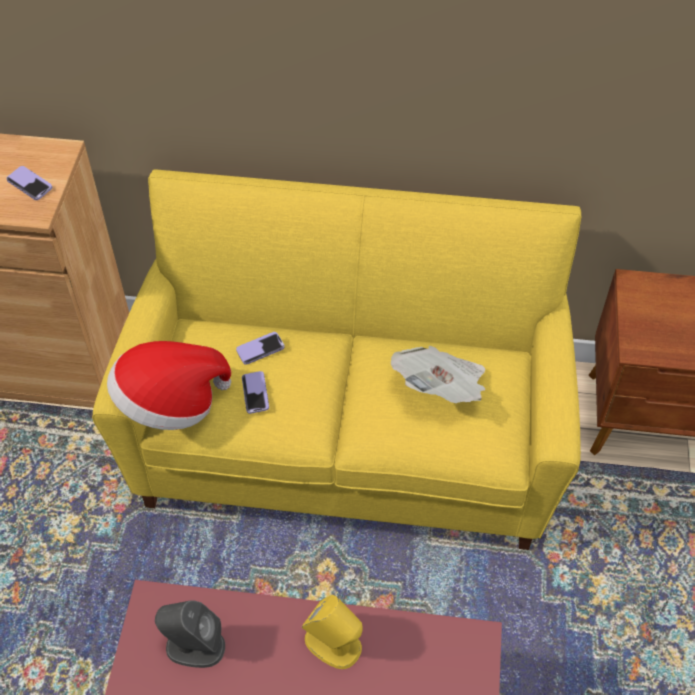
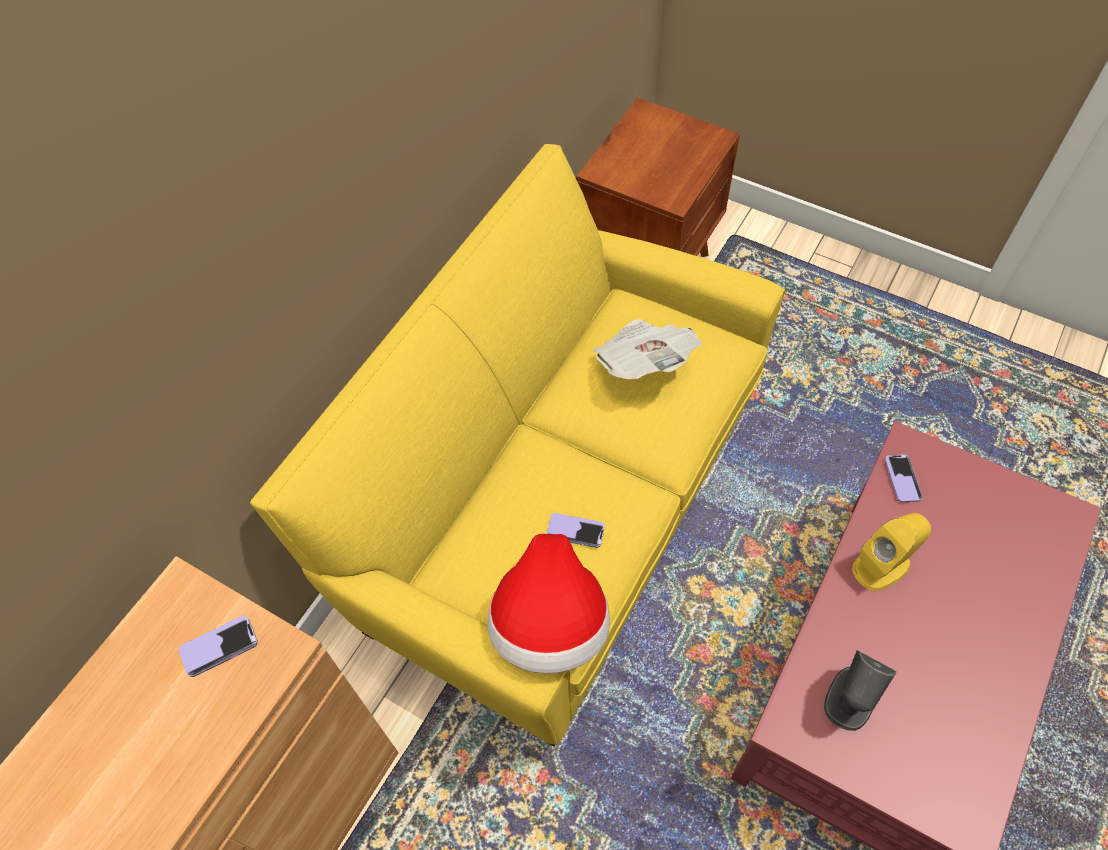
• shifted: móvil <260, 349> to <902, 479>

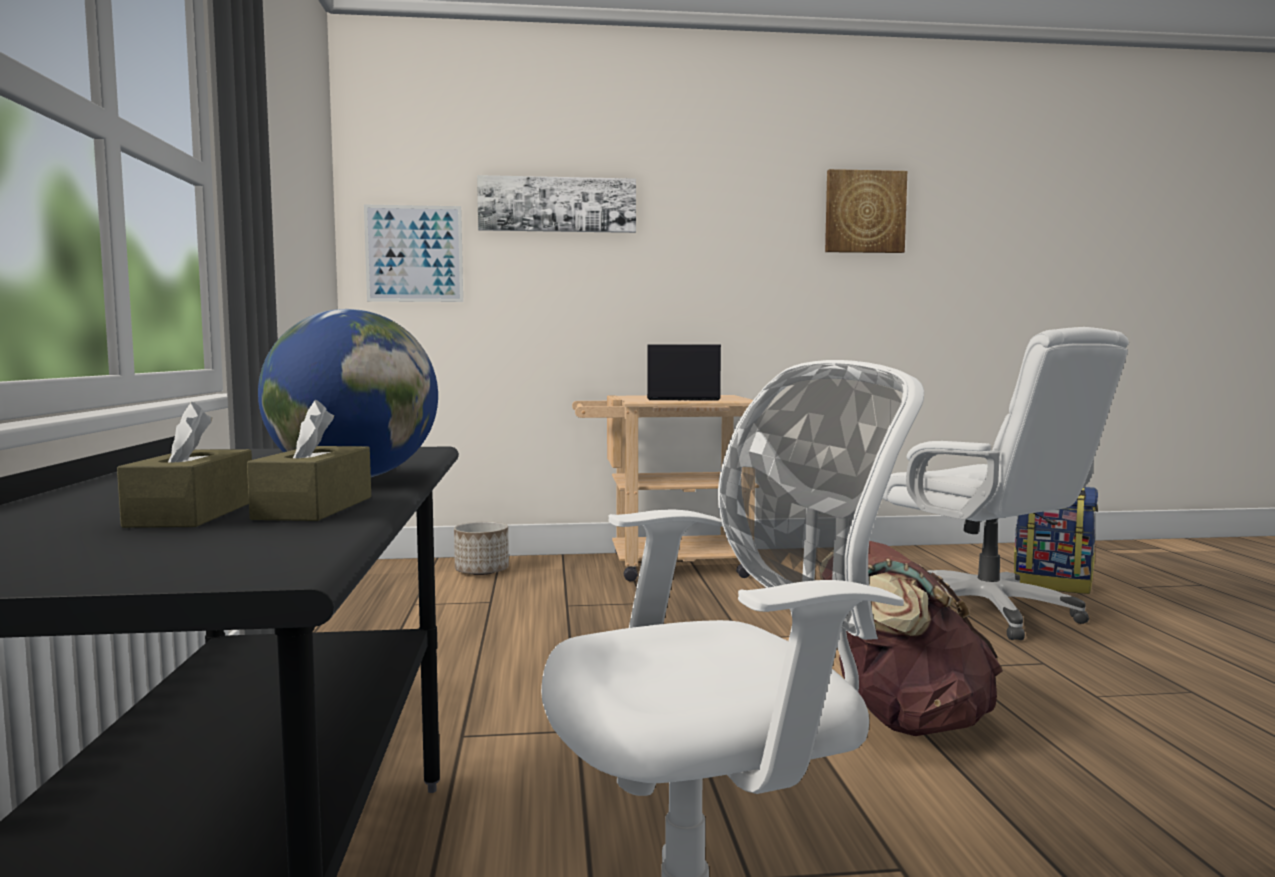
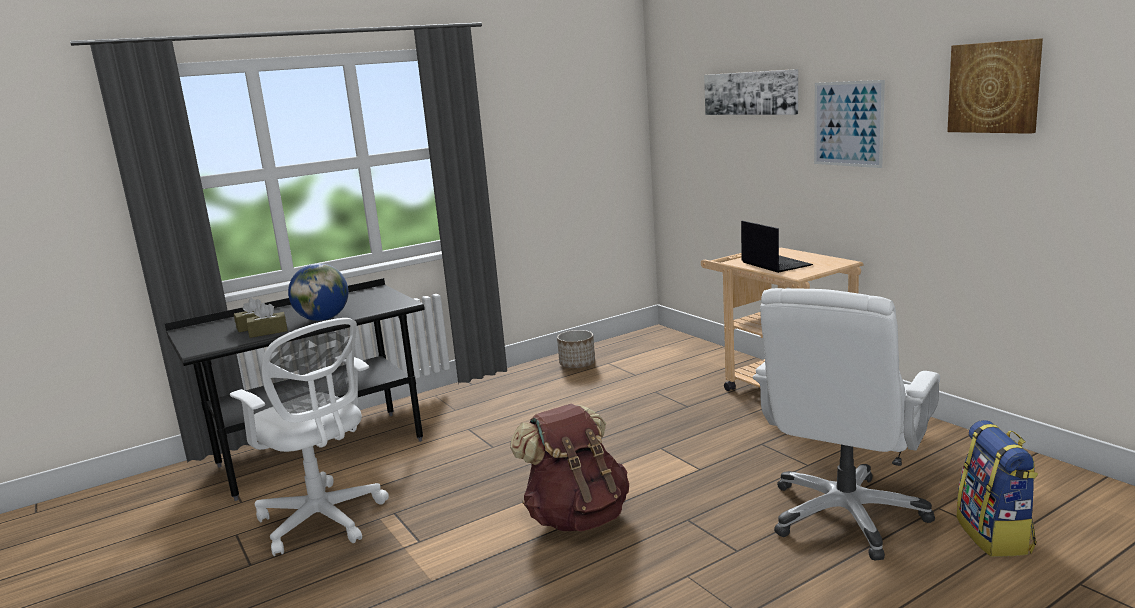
• shifted: maceta <481, 571> to <577, 364>
• shifted: cuadro <414, 253> to <847, 124>

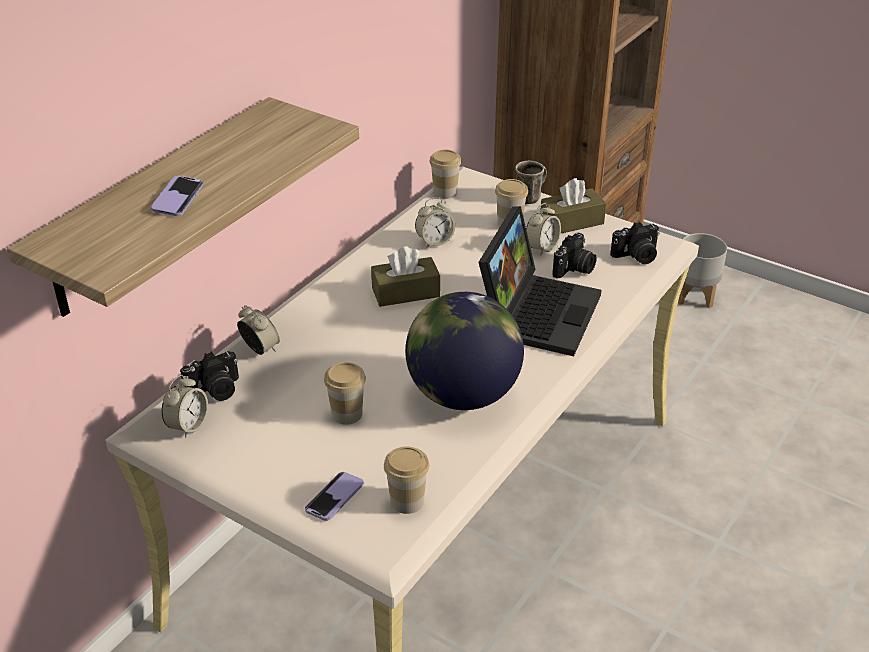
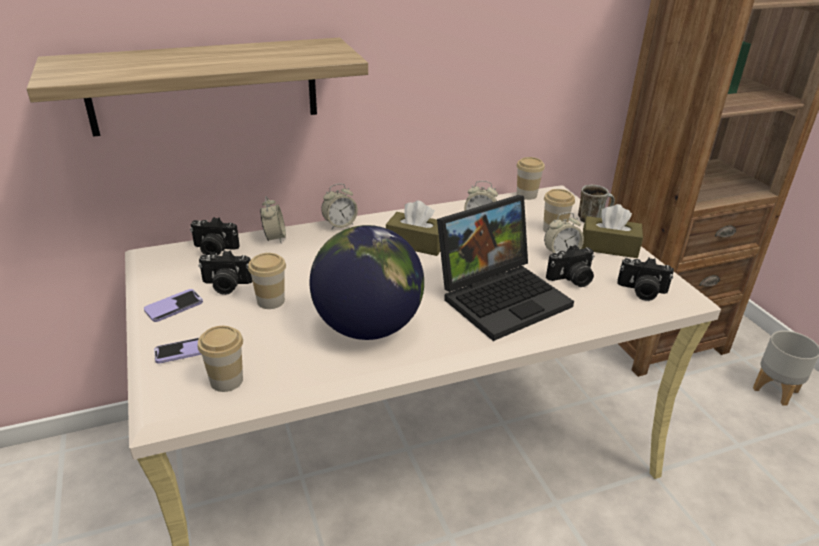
• shifted: móvil <178, 198> to <174, 307>
• new: cámara <226, 286>
• shifted: despertador <188, 426> to <339, 225>

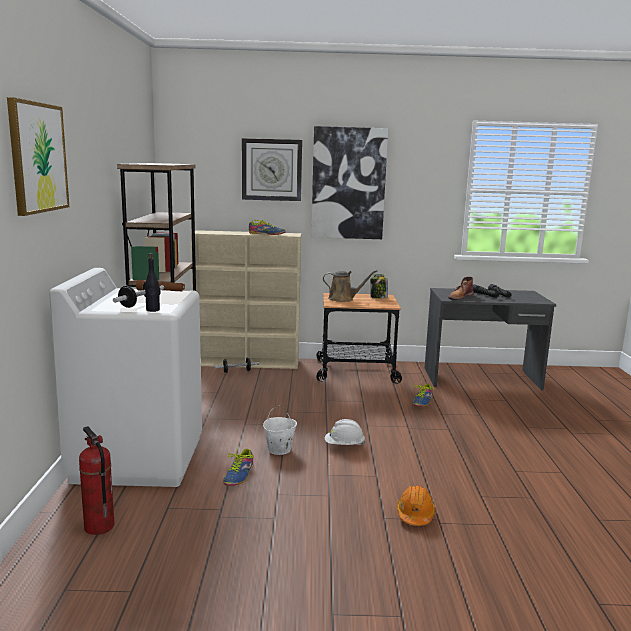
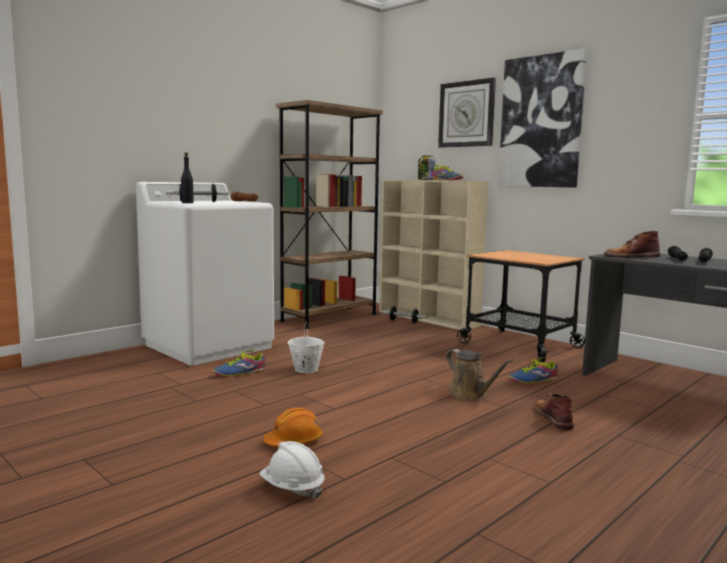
• shifted: casco/blanco <344, 445> to <292, 488>
• shifted: tarro <378, 297> to <426, 180>
• shifted: regadera/marrón <343, 299> to <470, 394>
• new: bota/marrón <553, 417>
• gone: cuadro <38, 157>
• gone: extintor <98, 527>

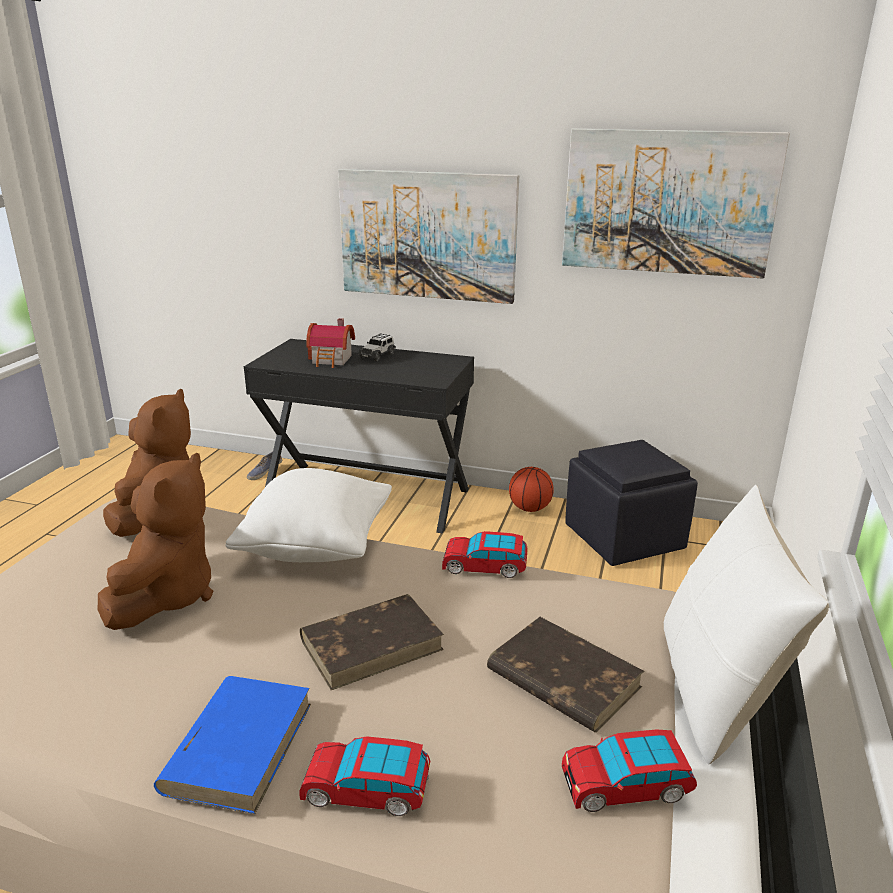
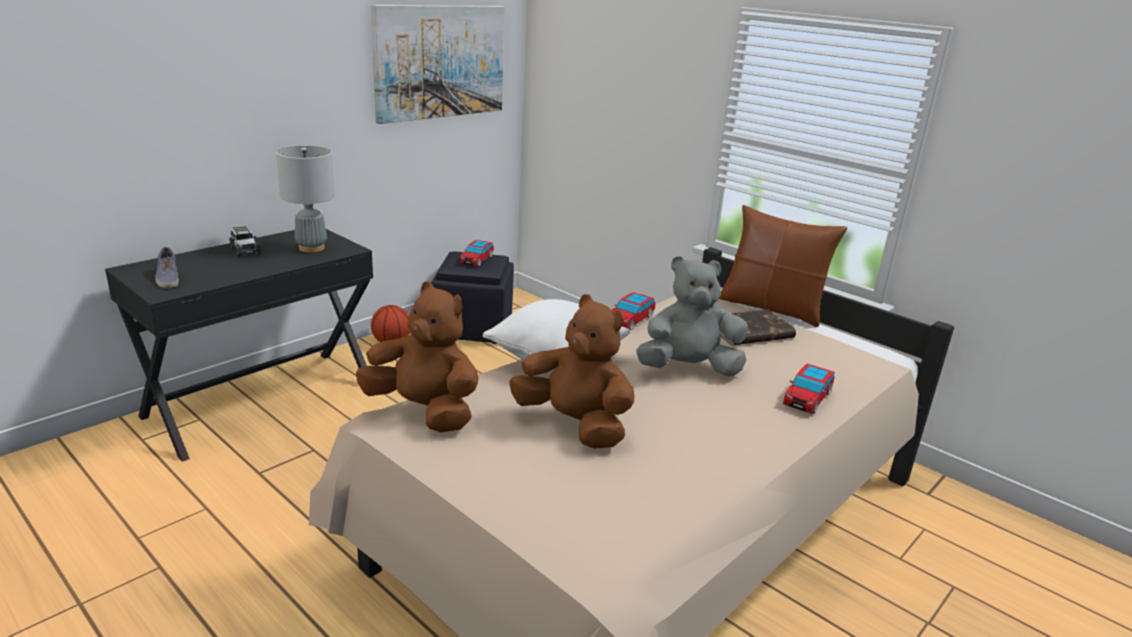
• shifted: zapato <264, 472> to <167, 278>
• new: lámpara de mesa/gris <312, 248>
• shifted: coche de juguete <626, 785> to <477, 260>
• swapped: libro/marrón <372, 644> to peluche/gris <688, 368>
• repainted: cojín/blanco <716, 689> to cojín/marrón <771, 308>
• gone: libro/azul <239, 745>
• gone: casita <332, 360>
• gone: cuadro <427, 235>

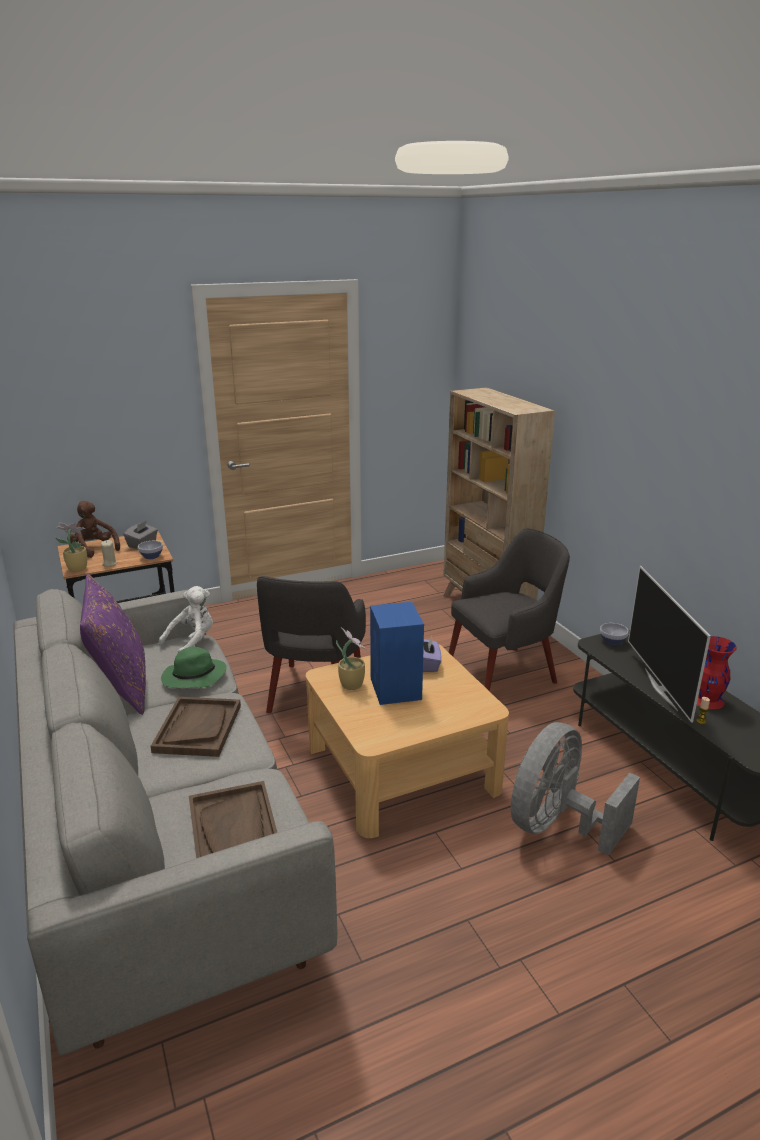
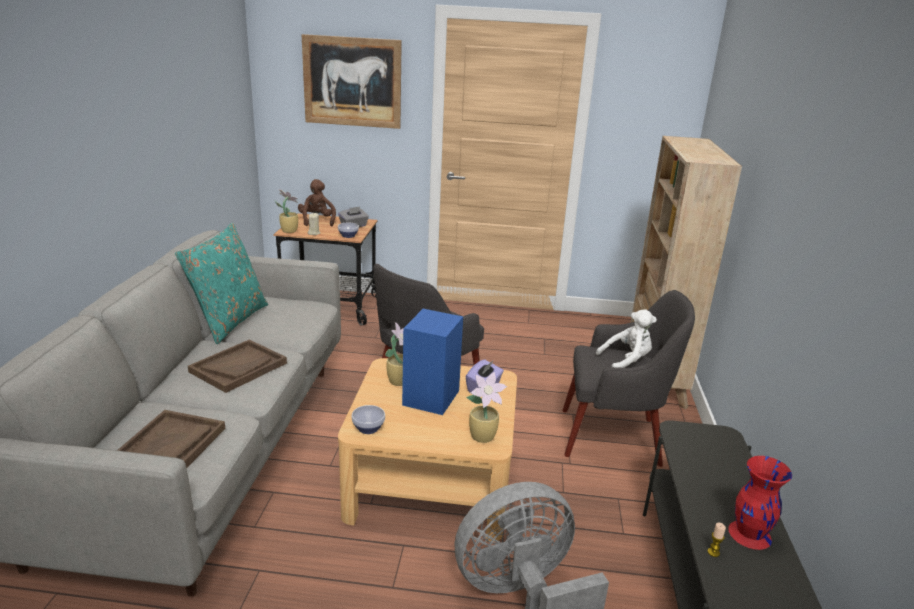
• repainted: cojín/morado <121, 686> to cojín/turquesa <229, 321>
• new: cuadro <352, 82>
• shifted: cuenco <613, 641> to <369, 428>
• new: planta en maceta <484, 437>
• shifted: peluche/blanco <192, 642> to <626, 361>
• gone: sombrero/verde <193, 677>
• gone: televisor <662, 689>

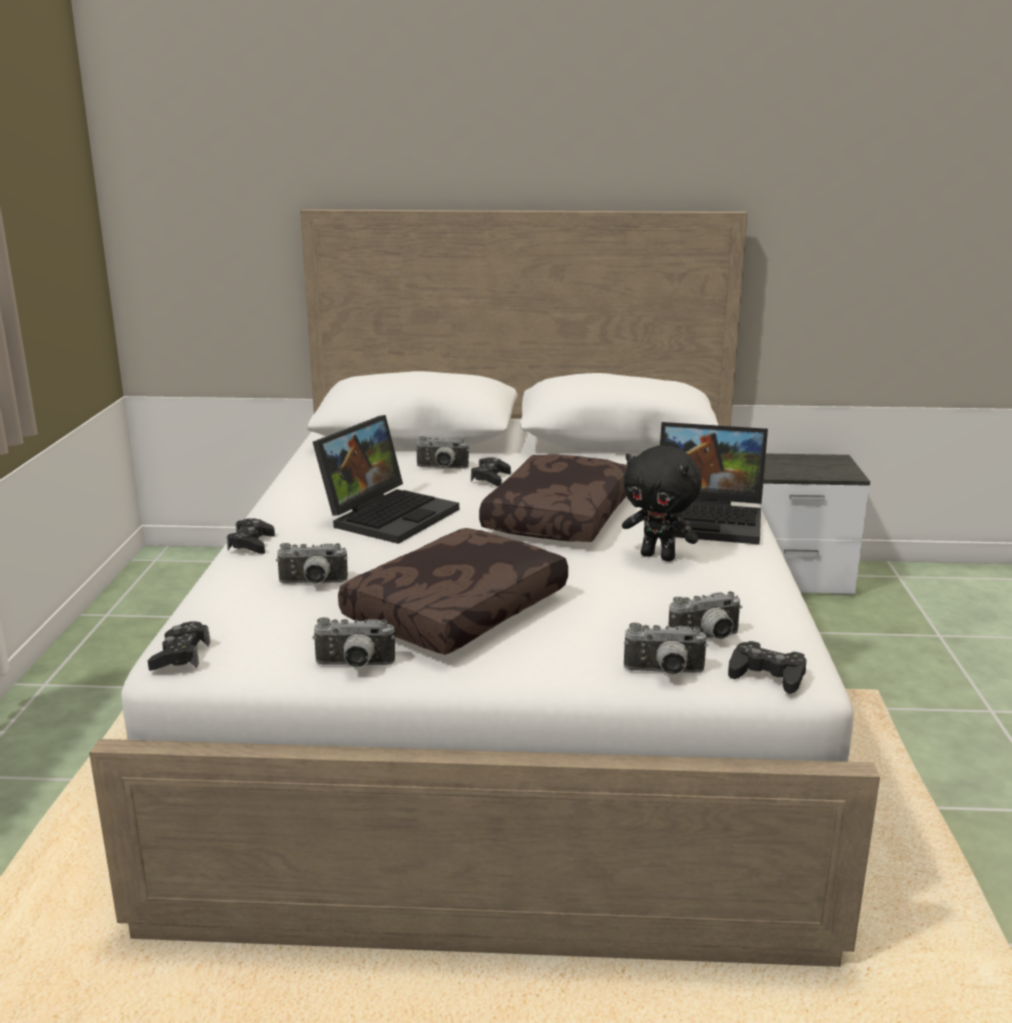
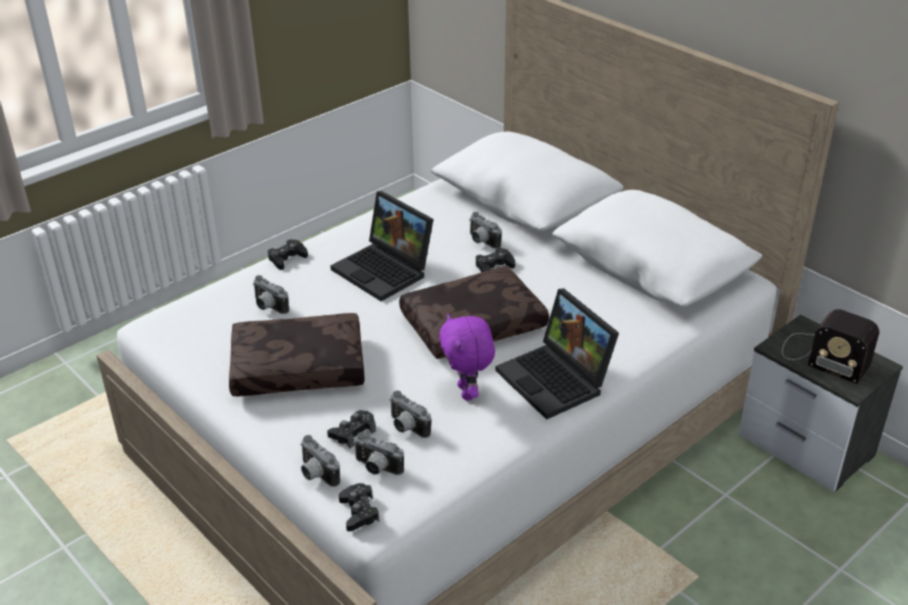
• shifted: mando de consola/negro <180, 655> to <353, 432>
• rotated: portátil <389, 514> = <386, 270> 60 degrees clockwise
• shifted: cámara <354, 666> to <406, 428>
• repainted: peluche/negro <659, 556> to peluche/morado <467, 392>
• new: radio <821, 356>

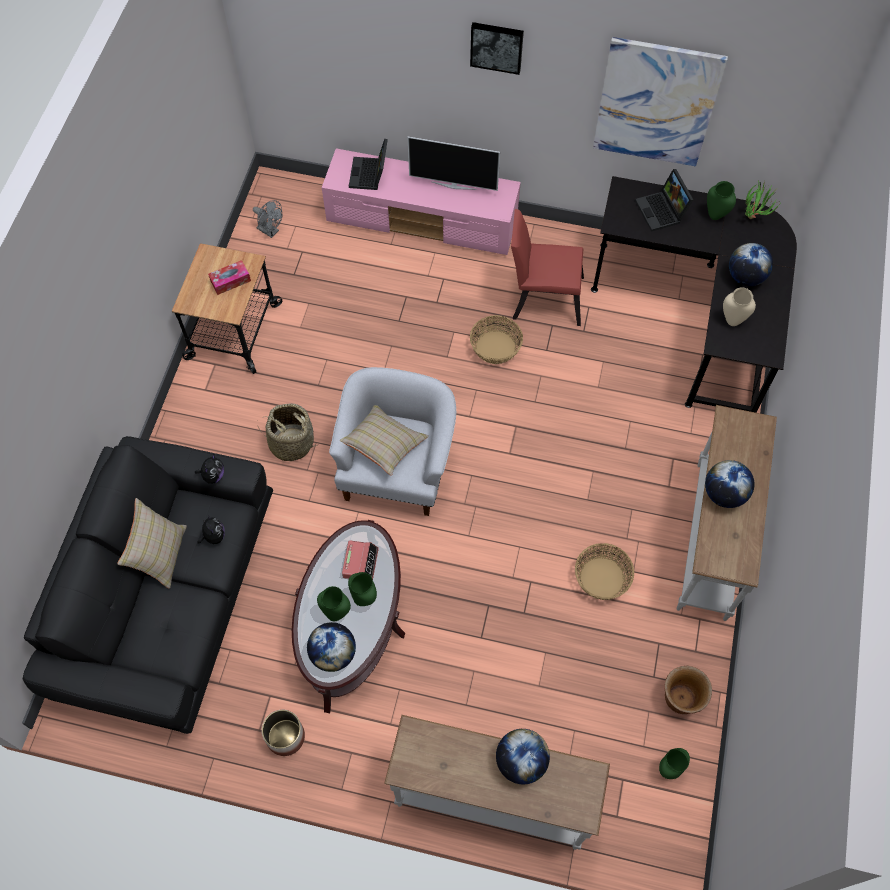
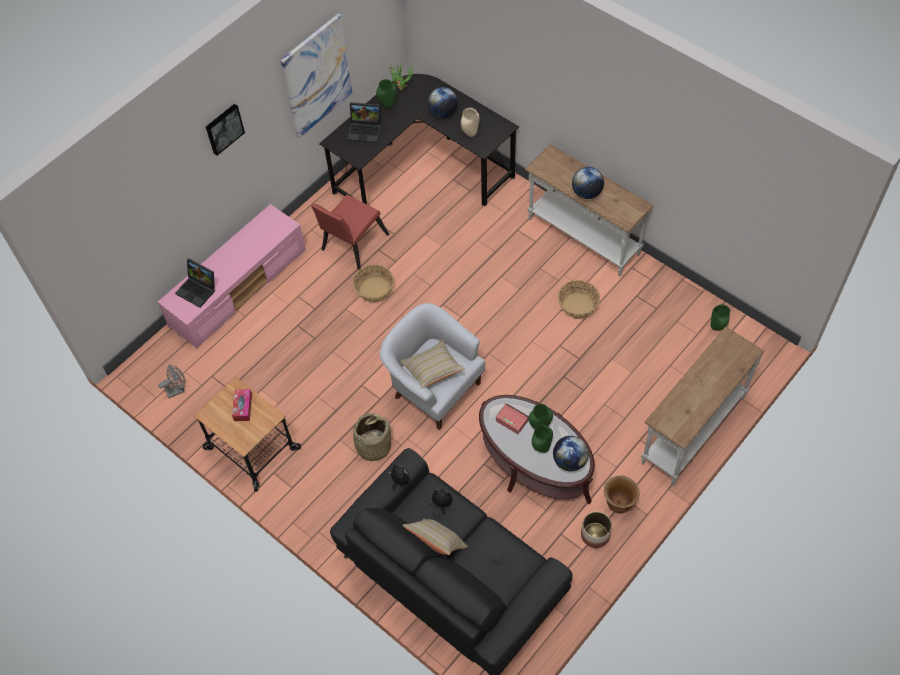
• shifted: maceta/marrón <680, 698> to <618, 503>
• gone: televisor <454, 185>
• gone: globo terráqueo <521, 761>

